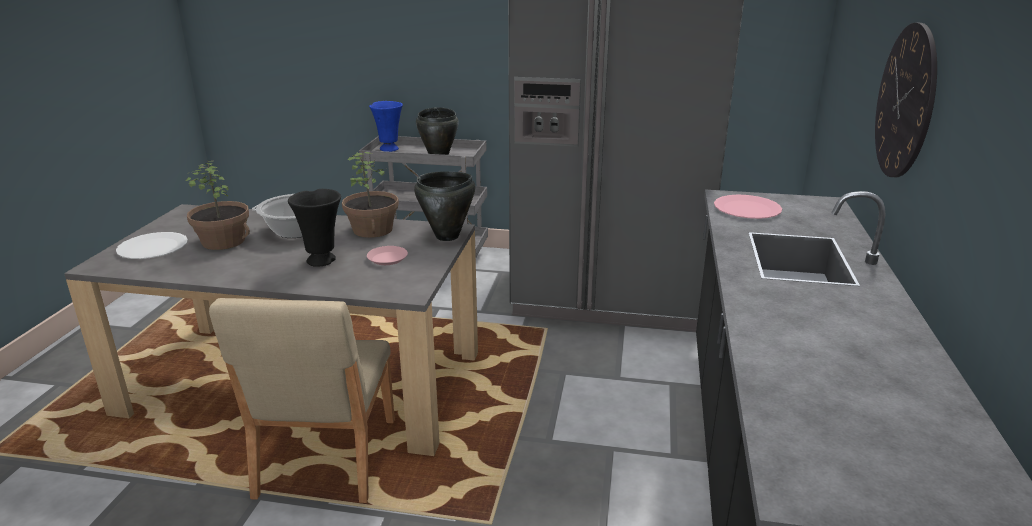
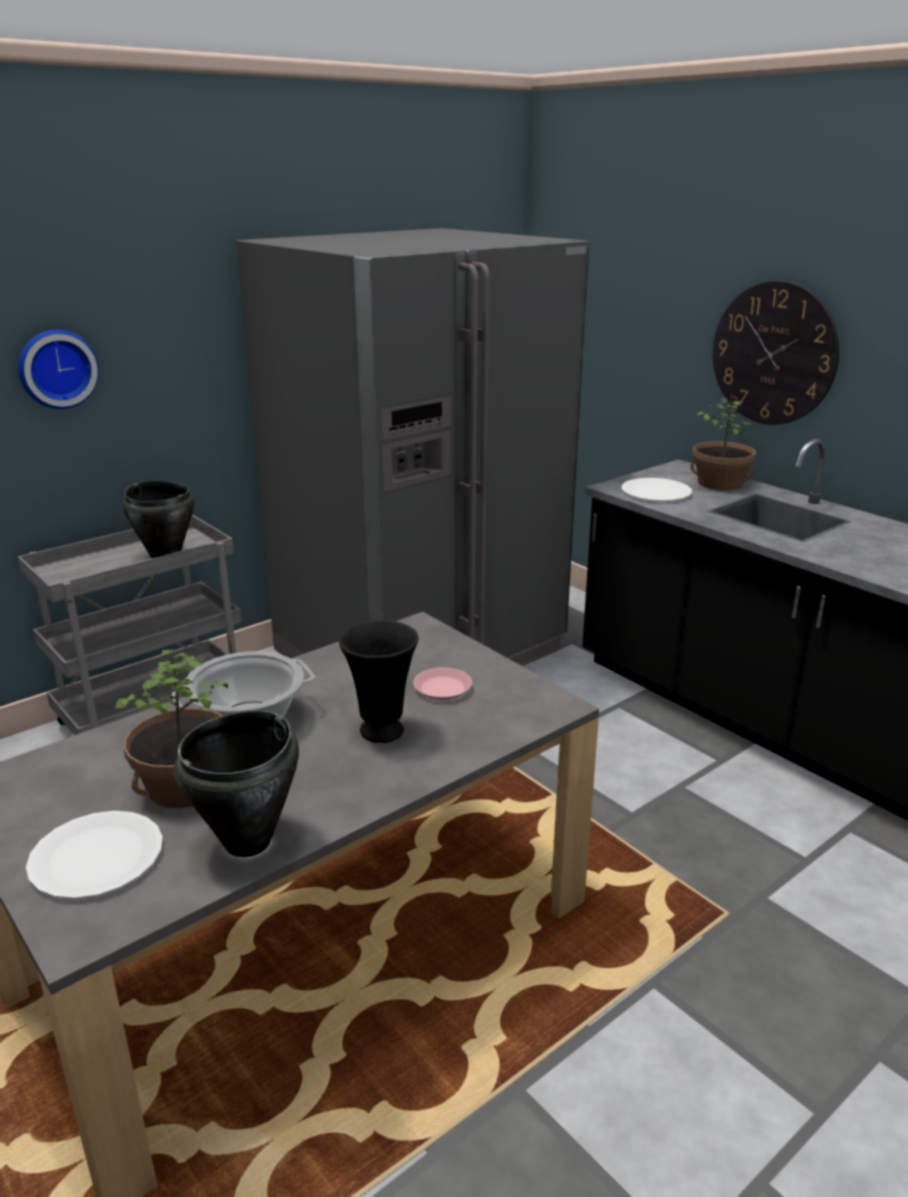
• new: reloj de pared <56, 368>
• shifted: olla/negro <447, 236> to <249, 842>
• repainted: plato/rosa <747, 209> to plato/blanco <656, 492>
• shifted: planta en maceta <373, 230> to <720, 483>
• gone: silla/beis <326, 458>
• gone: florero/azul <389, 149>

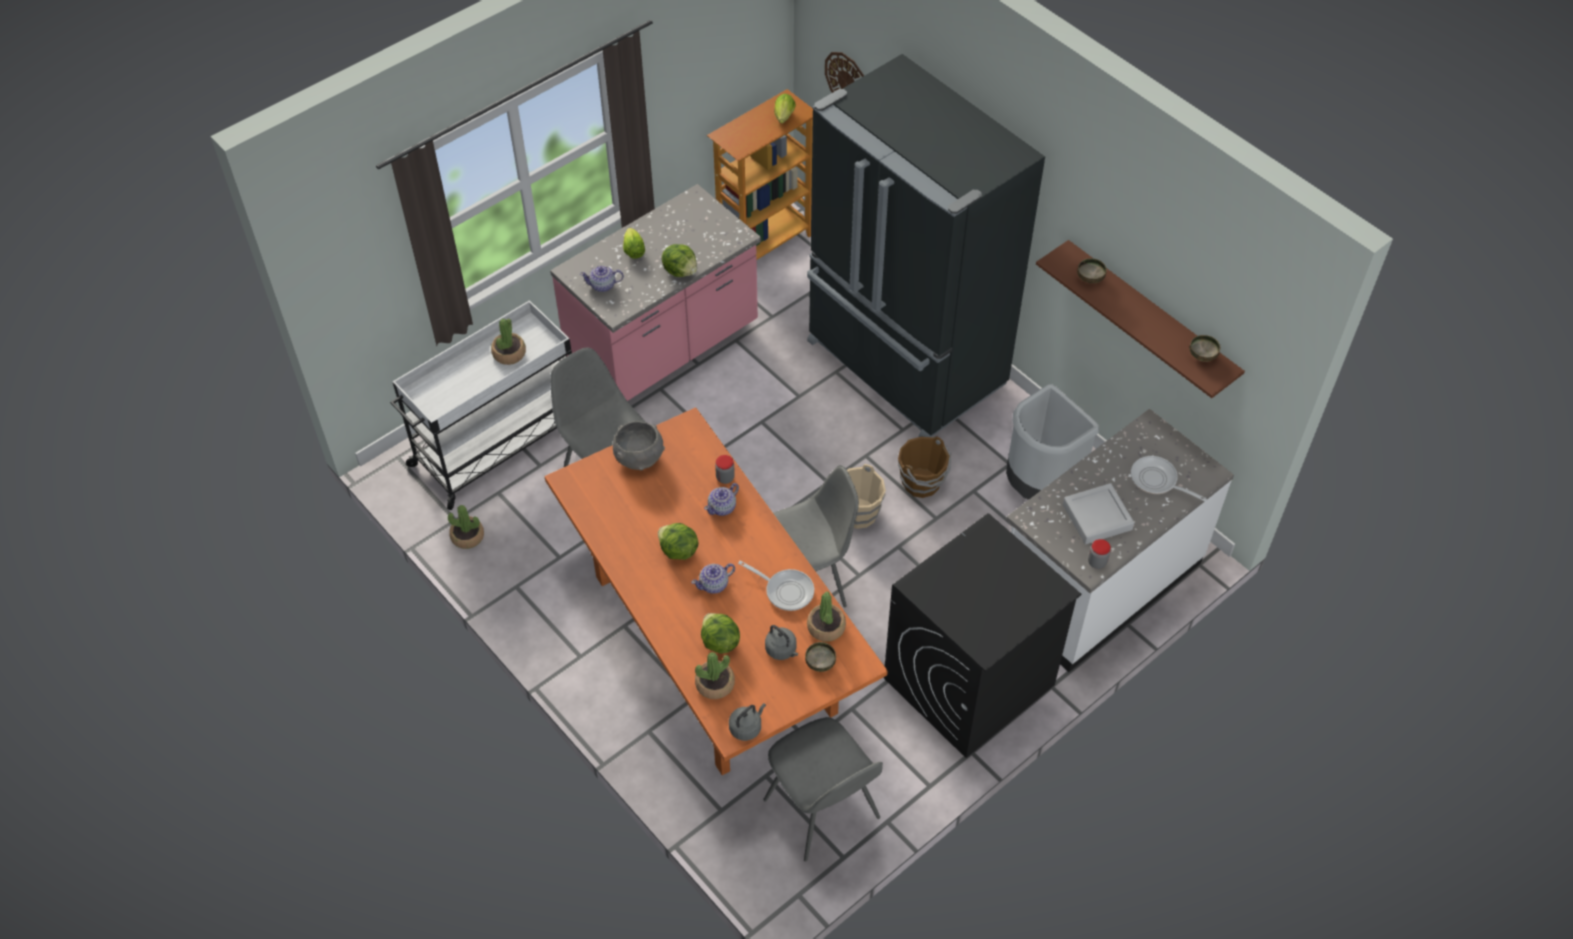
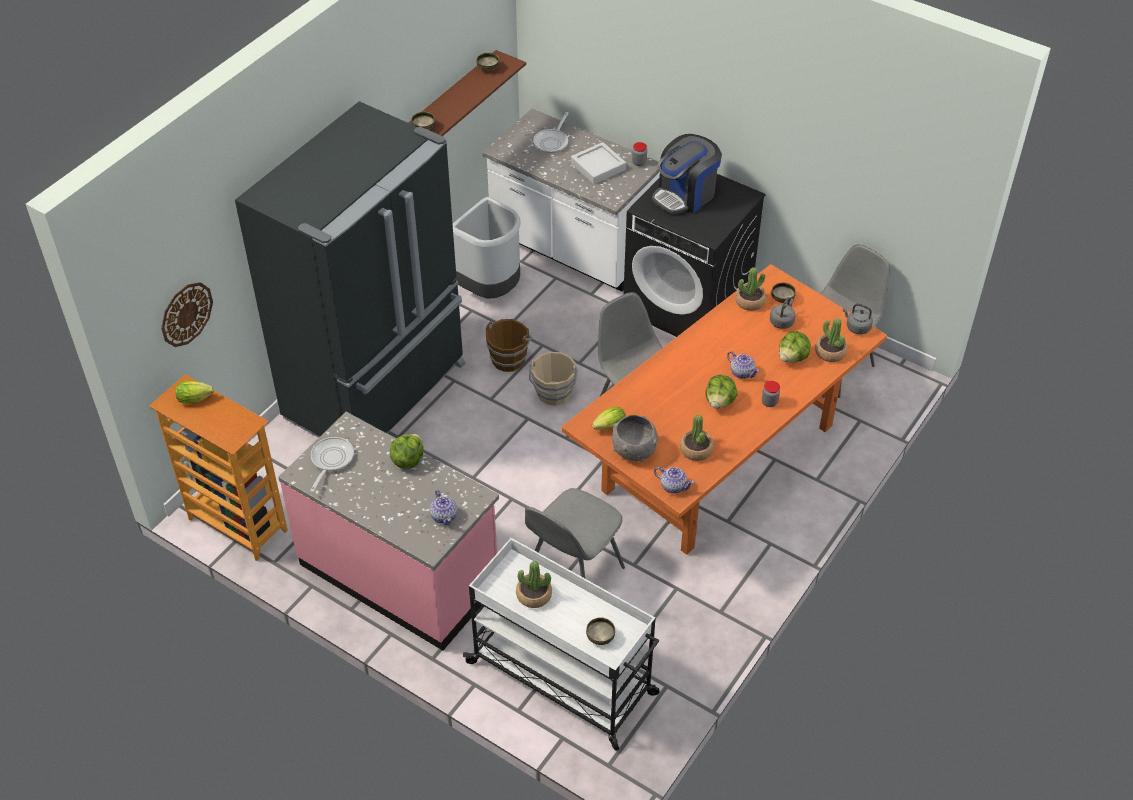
• shifted: sartén <786, 590> to <330, 460>
• new: cuenco <600, 637>
• shifted: lechuga <633, 249> to <608, 427>
• new: cafetera <685, 195>
• shifted: tetera <722, 507> to <673, 486>
• shifted: planta en maceta <467, 537> to <696, 450>
• shifted: tarro <725, 478> to <769, 402>

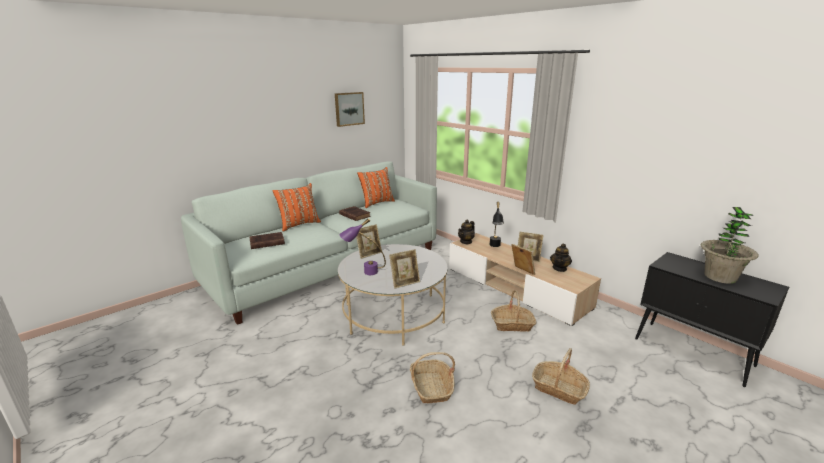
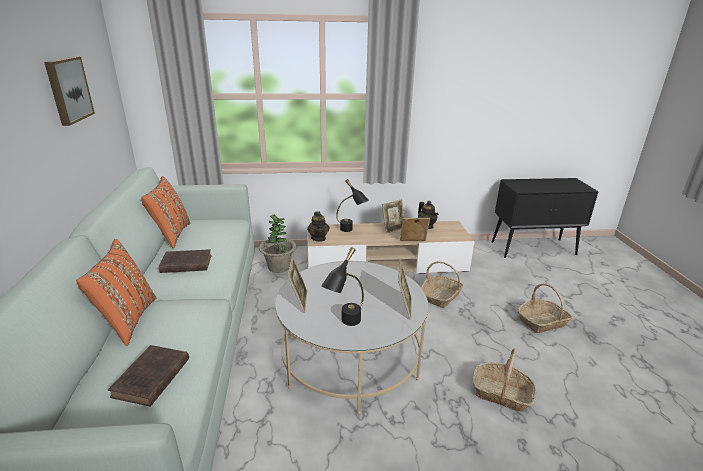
• shifted: planta en maceta <720, 277> to <279, 267>
• repainted: lámpara de mesa/morado <364, 272> to lámpara de mesa/negro <345, 324>

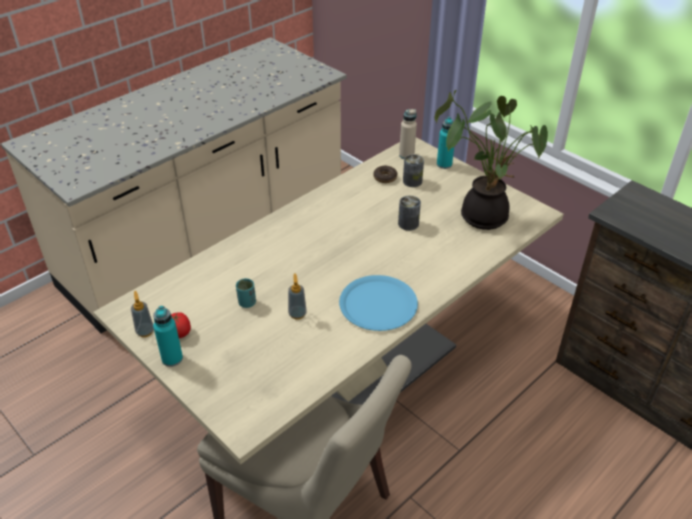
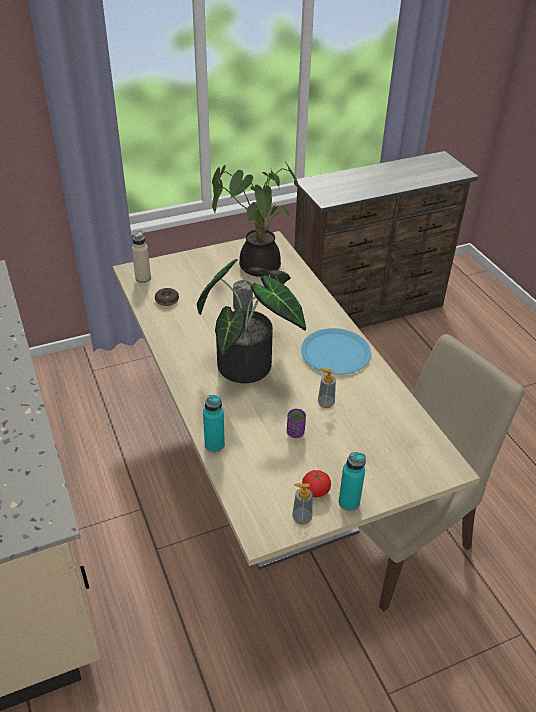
• new: planta en maceta <250, 364>
• shifted: botella/turquesa <444, 164> to <214, 444>
• repainted: taza/turquesa <247, 303> to taza/morado <295, 433>
• gone: lata <412, 181>

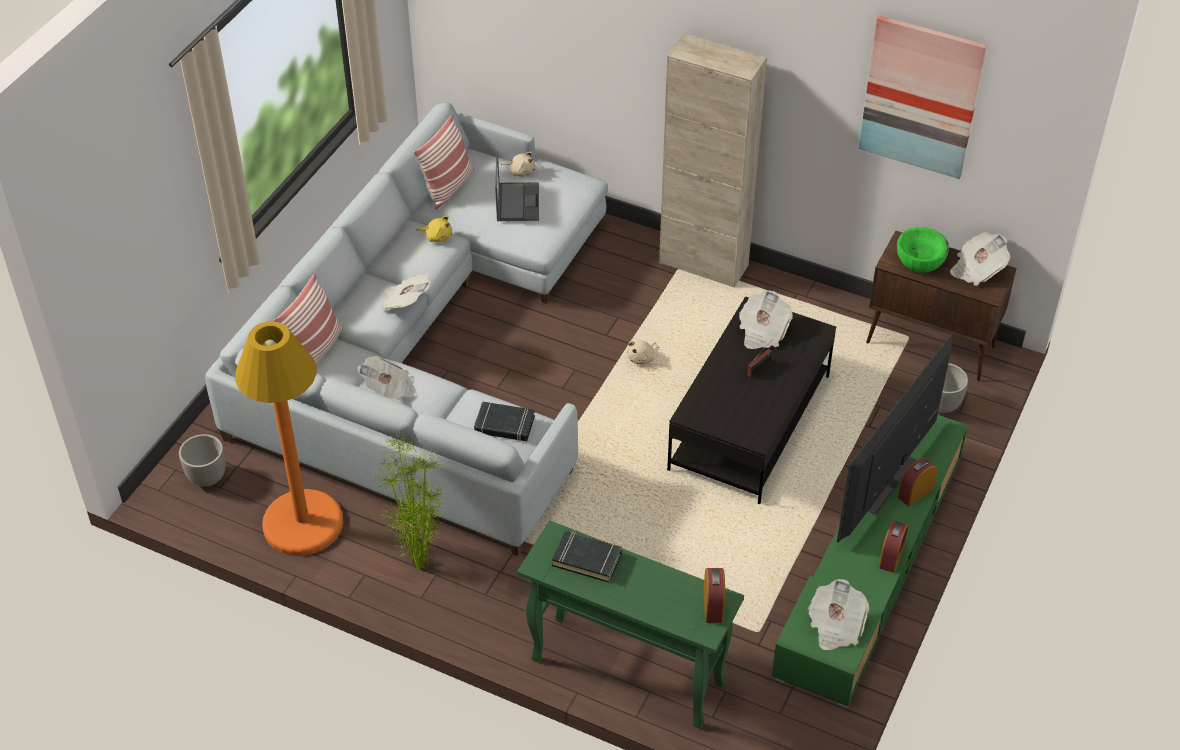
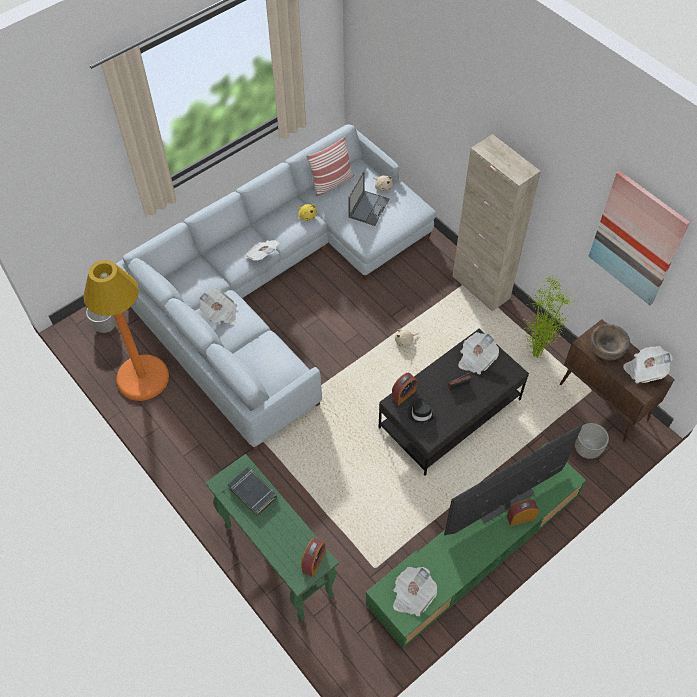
• shifted: despertador <891, 556> to <403, 394>
• new: sombrero/negro <421, 412>
• shifted: planta en maceta <418, 563> to <535, 353>
• repainted: cuenco/verde <920, 260> to cuenco/marrón <607, 348>
• gone: cojín <315, 351>
• gone: libro/negro <504, 425>

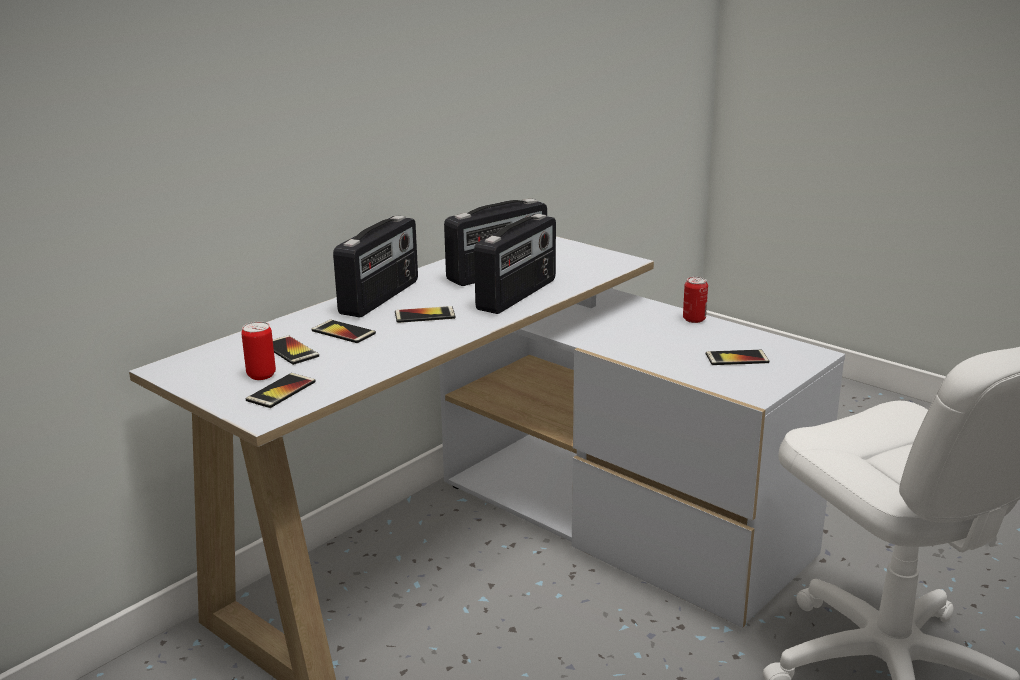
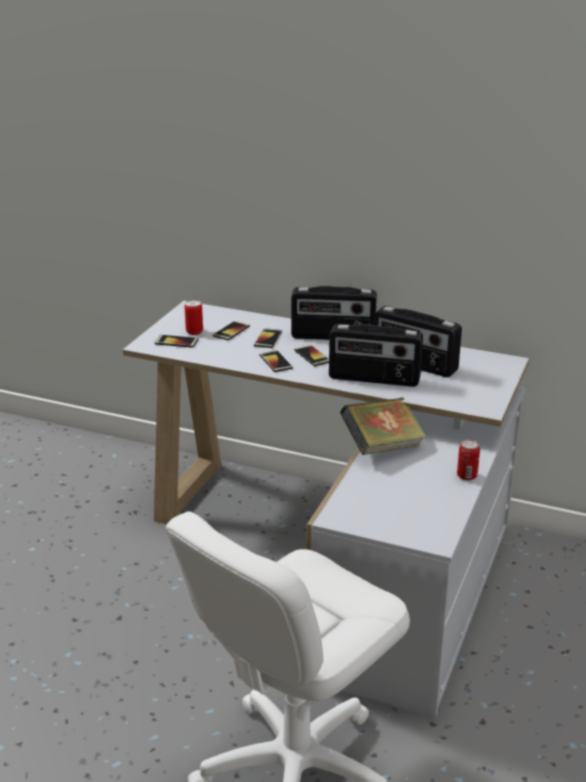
• shifted: móvil <737, 358> to <275, 362>
• new: libro <382, 447>

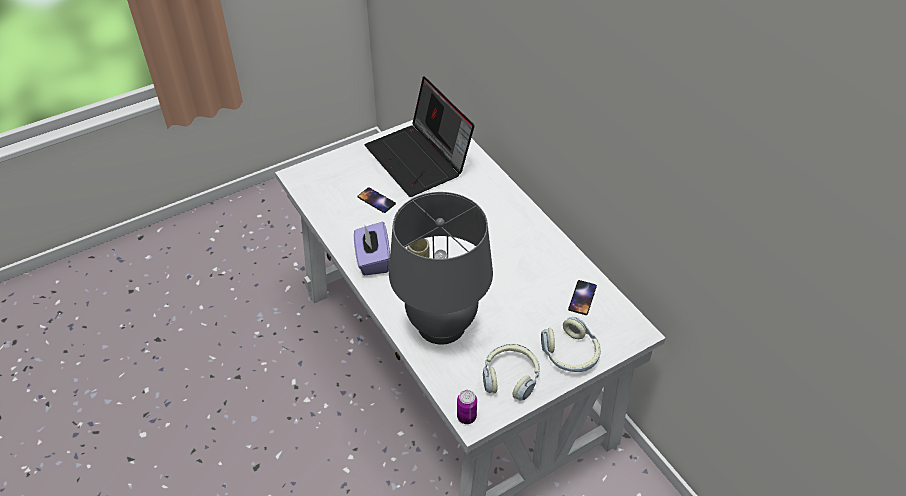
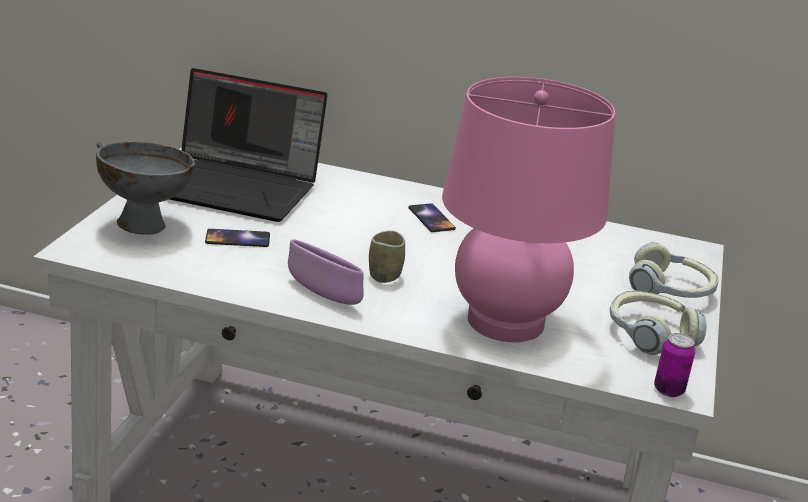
• new: cuenco/gris <145, 225>
• swapped: caja de pañuelos/morado <373, 260> to cuenco/morado <323, 294>
• shifted: móvil <582, 298> to <431, 218>
• repainted: lámpara de mesa/gris <441, 325> to lámpara de mesa/rosa <505, 321>

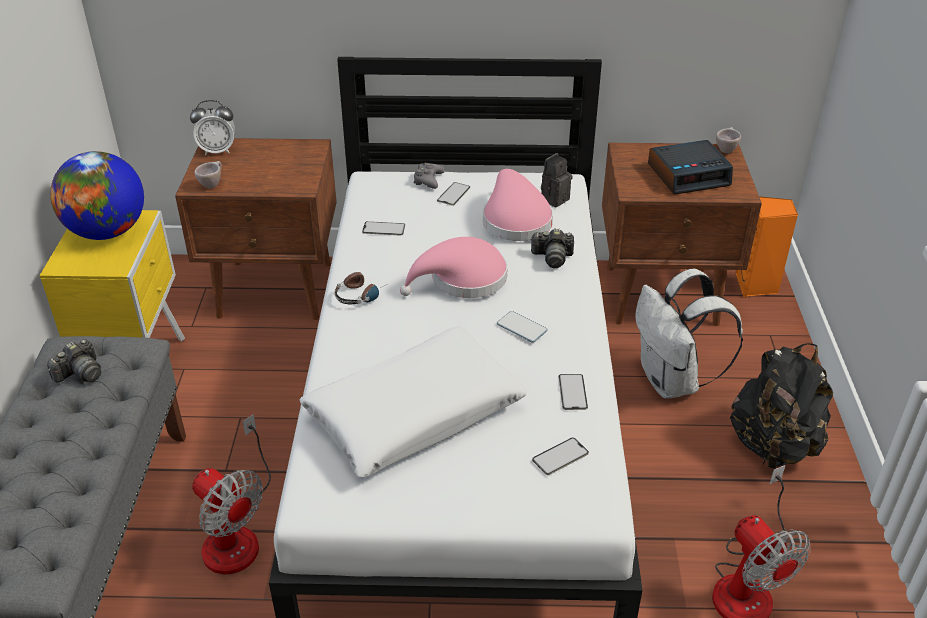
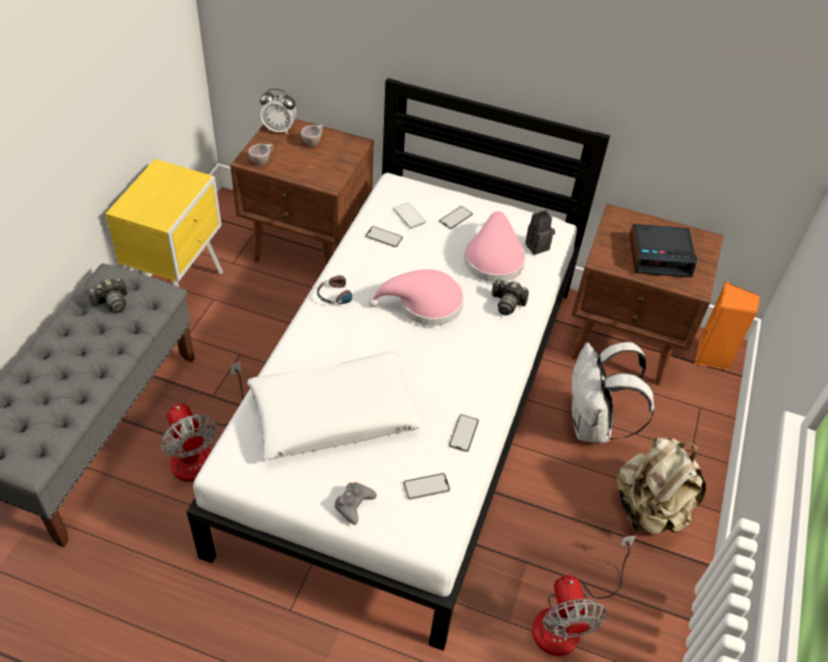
• shifted: taza/beis <725, 149> to <313, 142>
• shifted: mando de consola/gris <428, 180> to <354, 504>
• shifted: móvil <522, 328> to <409, 216>
• repainted: mochila/negro <773, 446> to mochila/beis <649, 509>
• gone: globo terráqueo <107, 232>

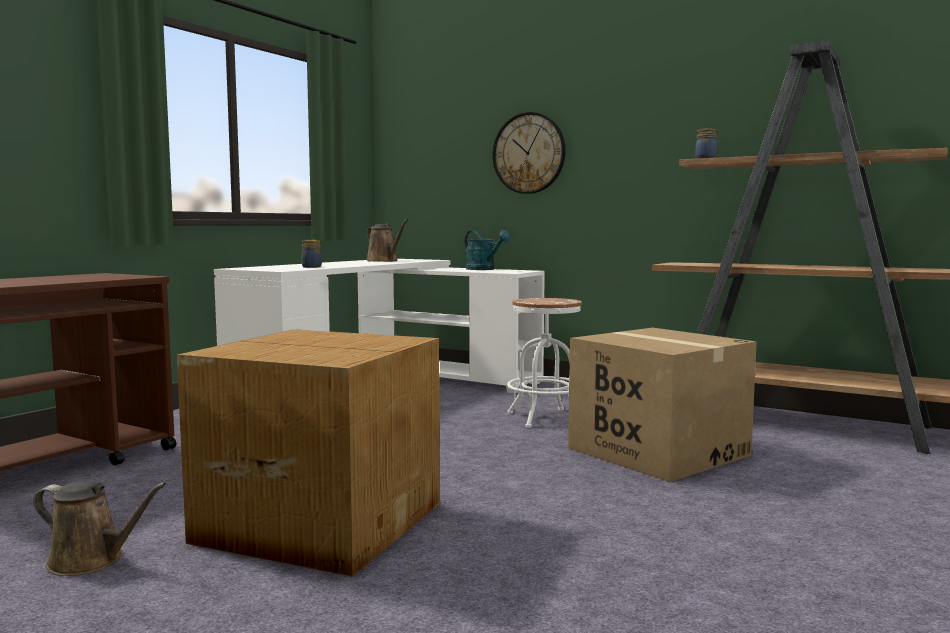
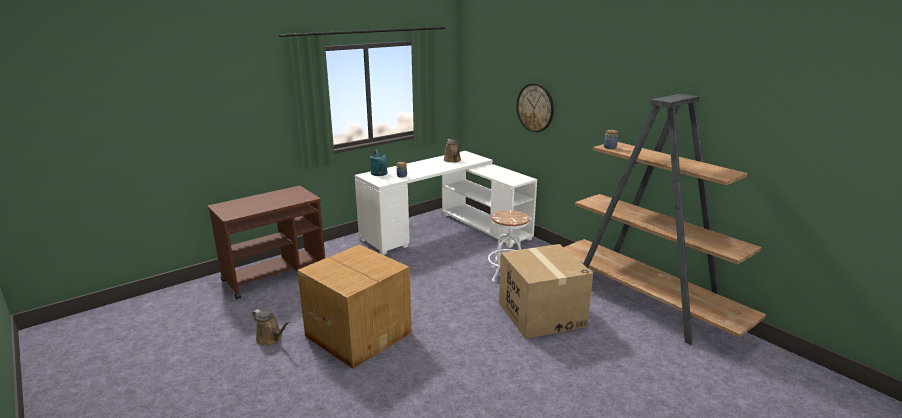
• shifted: regadera/turquesa <484, 269> to <380, 174>

